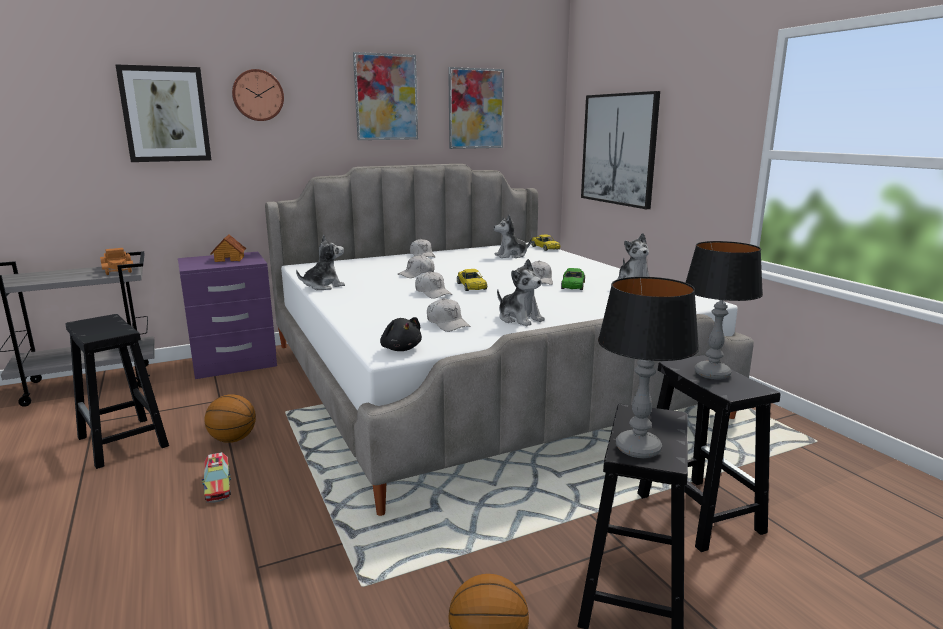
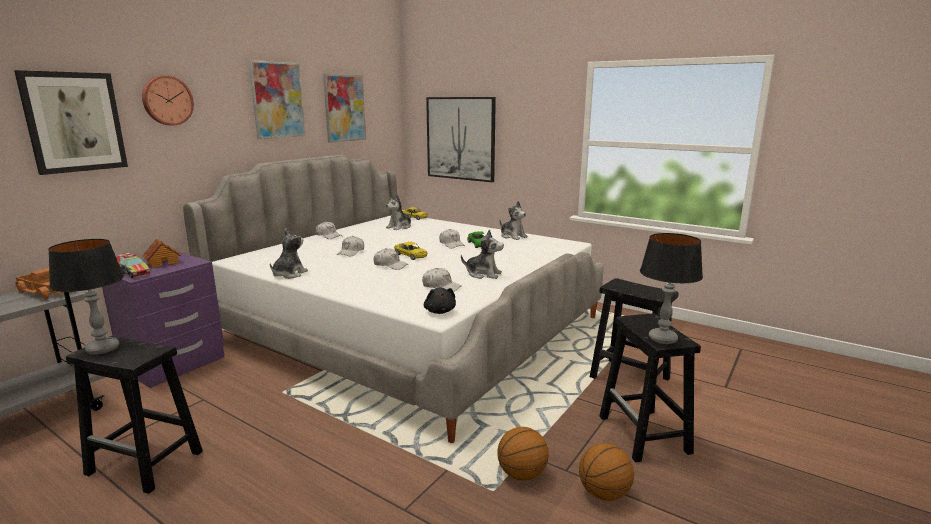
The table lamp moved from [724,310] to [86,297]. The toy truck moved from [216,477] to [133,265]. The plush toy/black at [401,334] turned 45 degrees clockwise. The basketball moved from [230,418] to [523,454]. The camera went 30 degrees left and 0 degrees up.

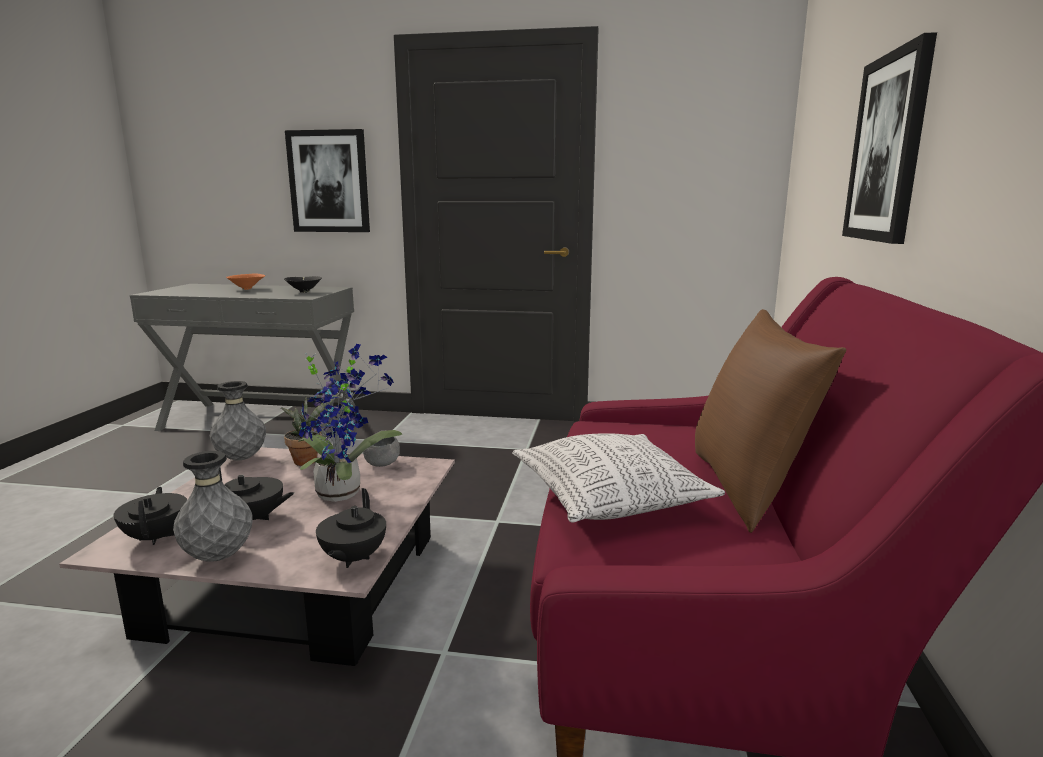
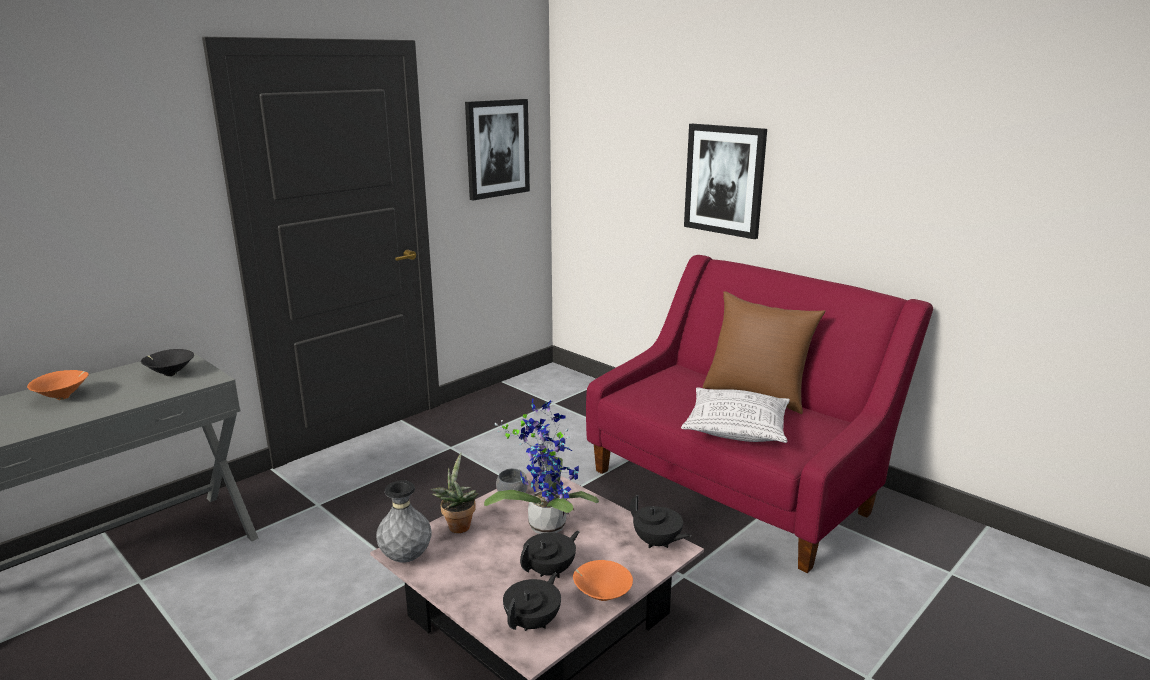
The picture moved from [327,180] to [497,149]. The teapot/black at [150,516] turned 105 degrees clockwise. The vase/grey at [213,506] was replaced by the bowl/orange at [603,580]. The camera went 55 degrees left and 5 degrees up.

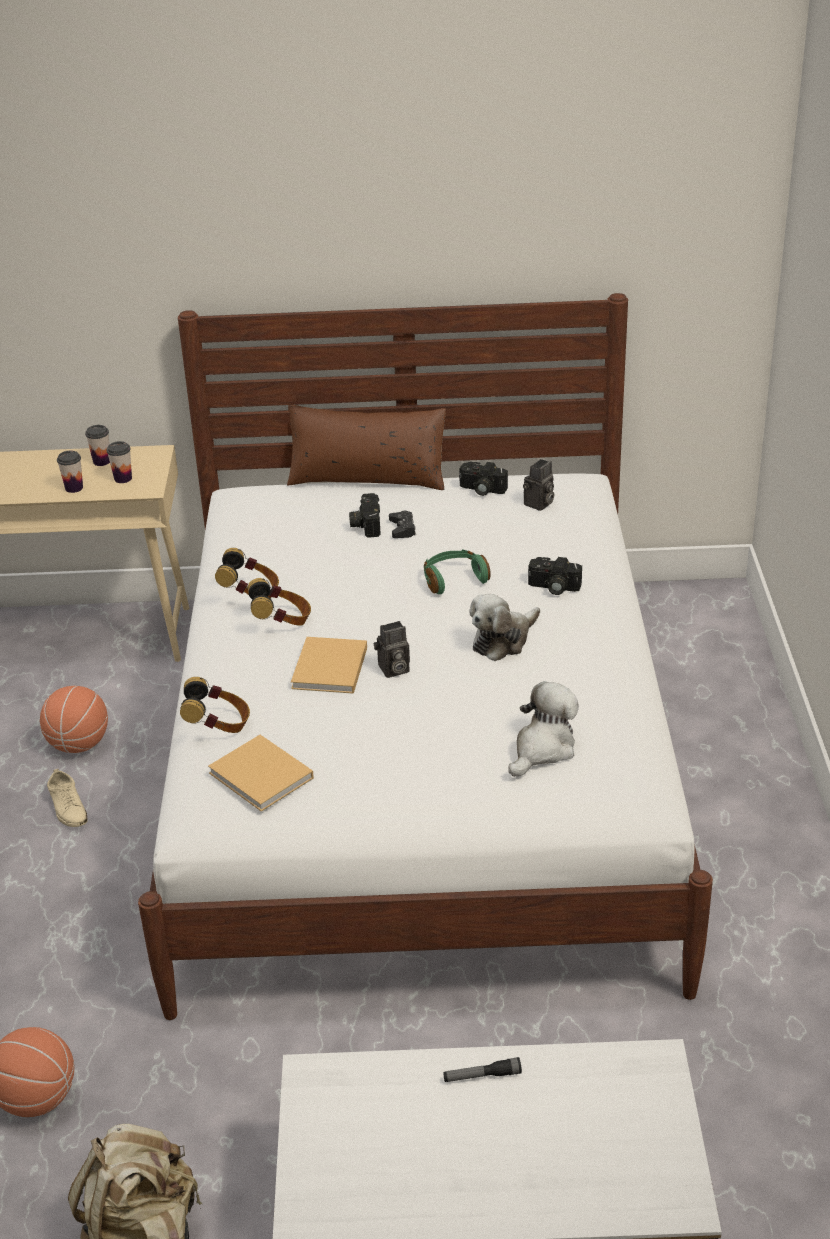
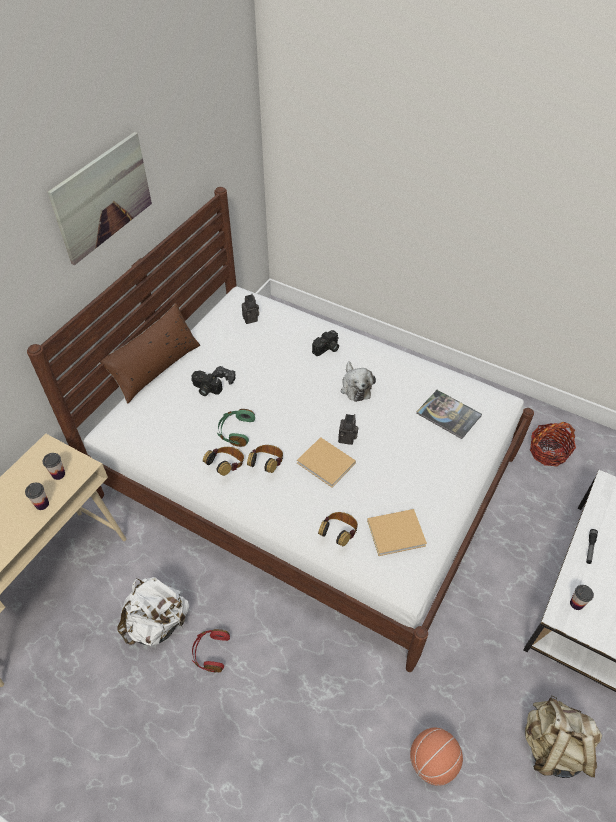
The picture at [100,198] appeared. The basketball at [74,719] was replaced by the backpack/white at [153,611]. The shoe/beige at [67,798] was replaced by the headphones/red at [211,650]. The headphones/green moved from [457,572] to [236,428]. The plush toy at [543,729] was replaced by the book at [449,414]. The basket at [553,444] appeared. The cup moved from [97,445] to [582,597]. The photo camera at [483,479] disappeared. The camera went 60 degrees left and 15 degrees up.

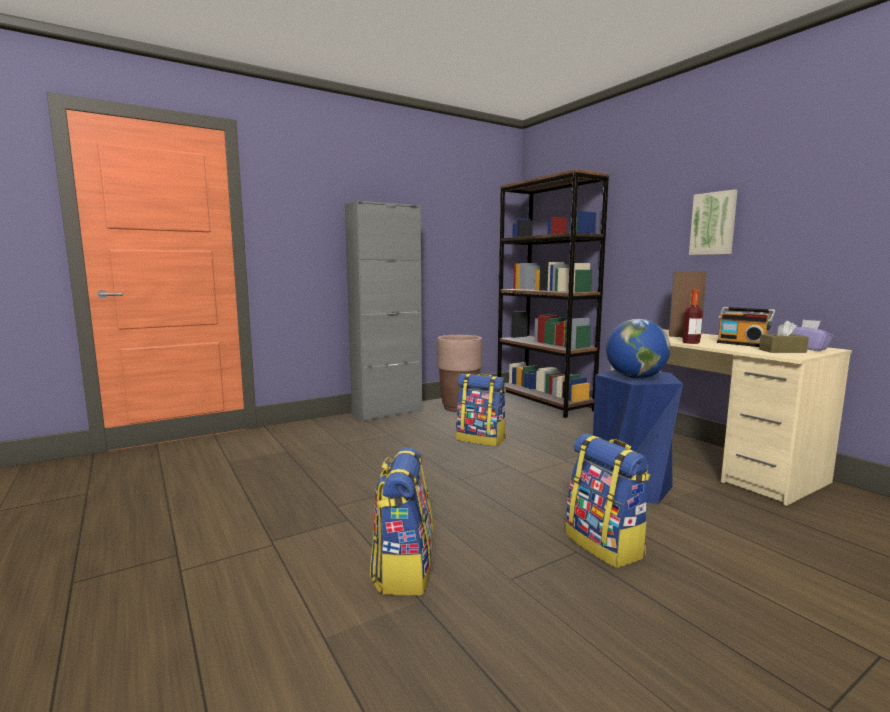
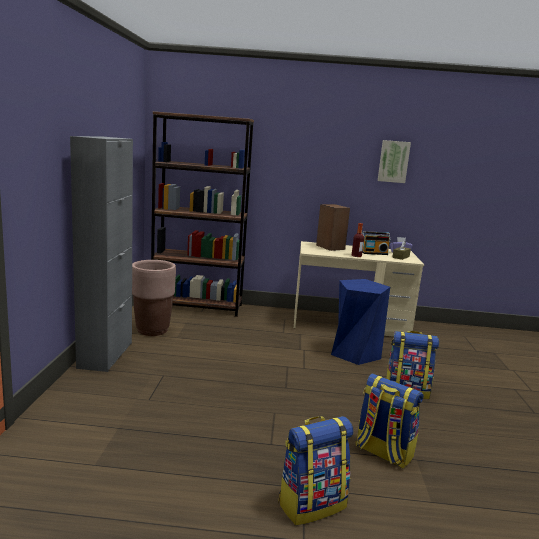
The backpack moved from [481,410] to [315,470]. The picture moved from [713,222] to [394,161]. The globe at [638,349] disappeared. The camera went 55 degrees left and 5 degrees up.

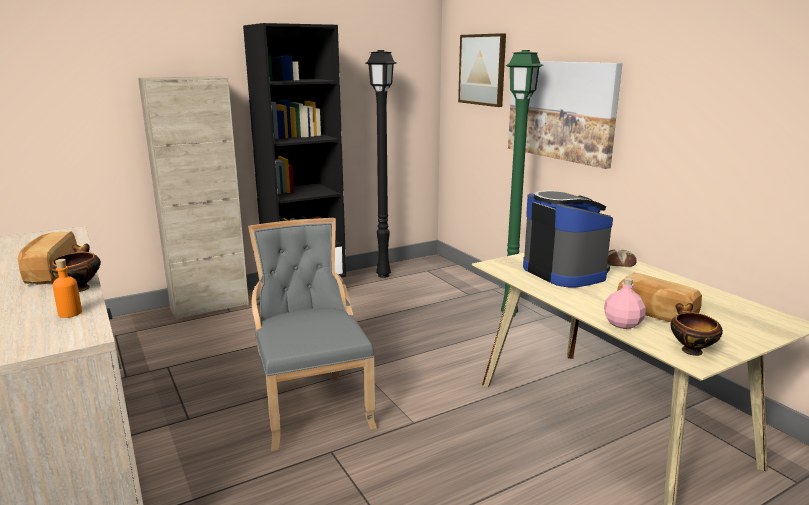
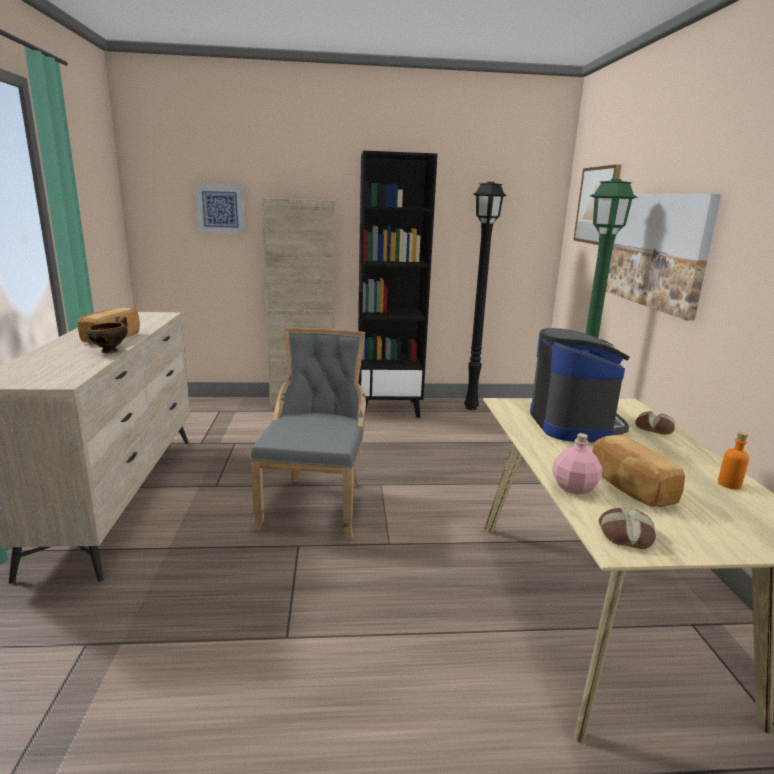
The picture at [219,209] appeared. The bowl at [697,329] was replaced by the bread at [627,528]. The bottle/orange moved from [67,288] to [733,460]. The camera went 25 degrees right and 0 degrees up.

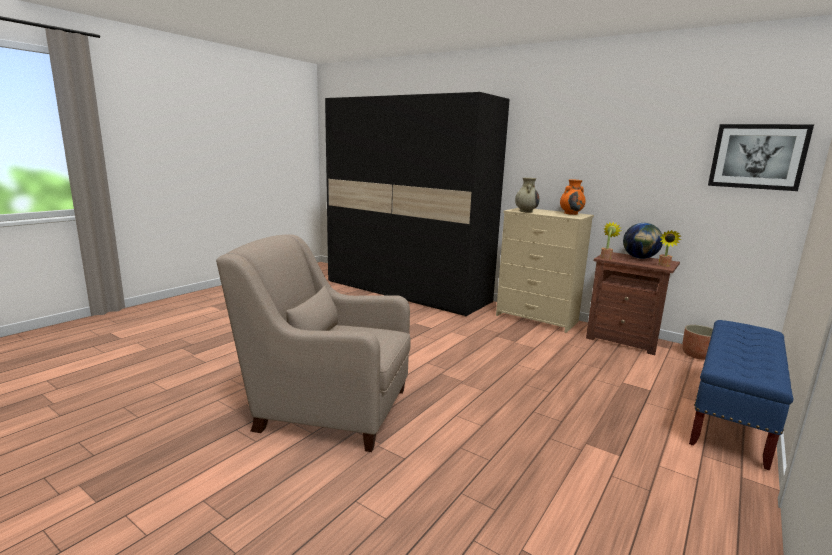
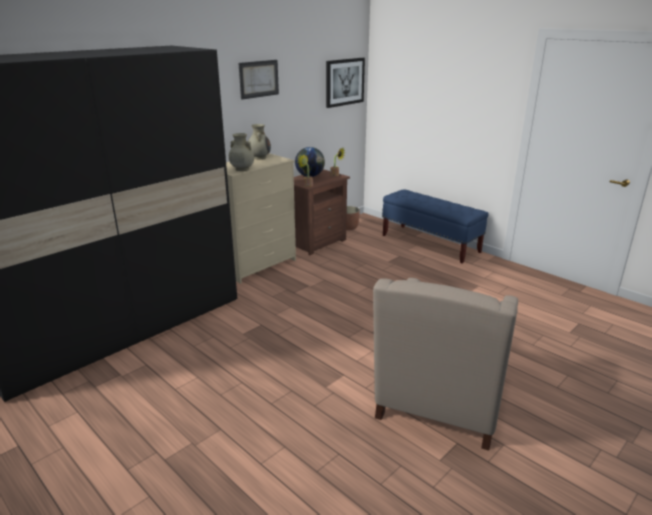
The picture at [259,79] appeared. The vase/orange at [573,197] became the vase/beige at [260,141]. The camera went 80 degrees left and 10 degrees up.

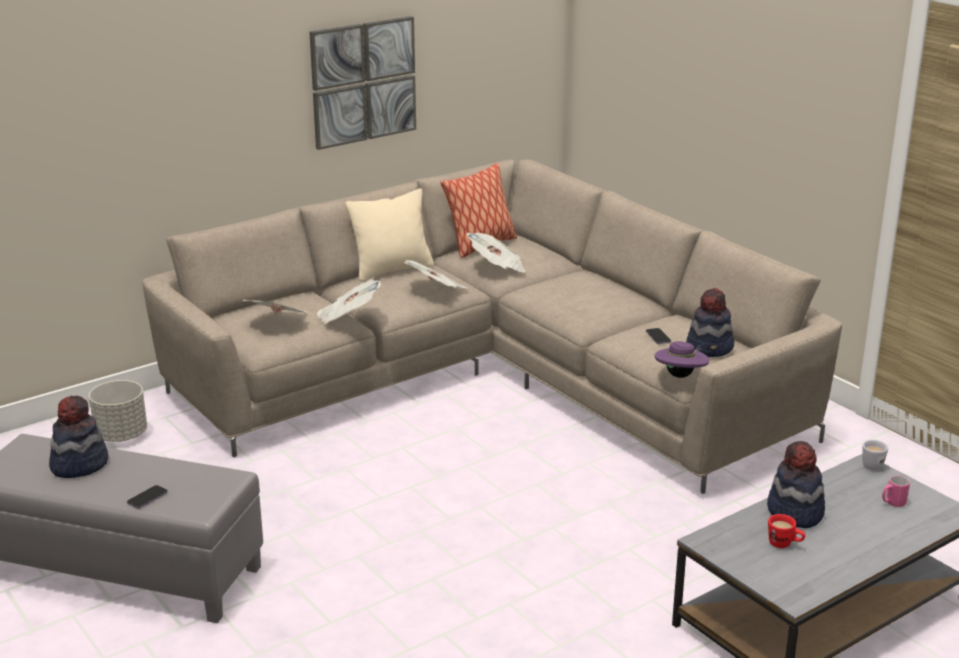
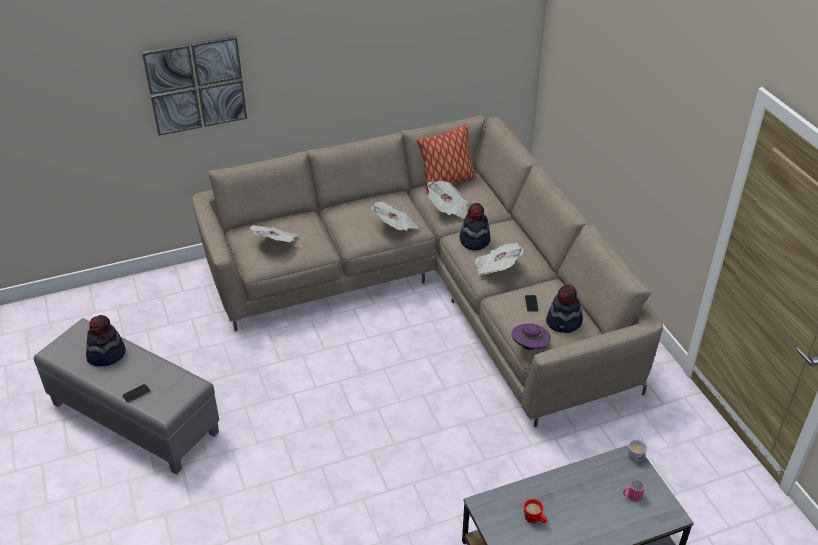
The picture moved from [363,83] to [194,86]. The hat moved from [796,484] to [475,227]. The newspaper moved from [349,301] to [499,259]. The planter/grey at [118,411] disappeared. The pillow/beige at [390,234] disappeared. The camera went 15 degrees right and 15 degrees up.

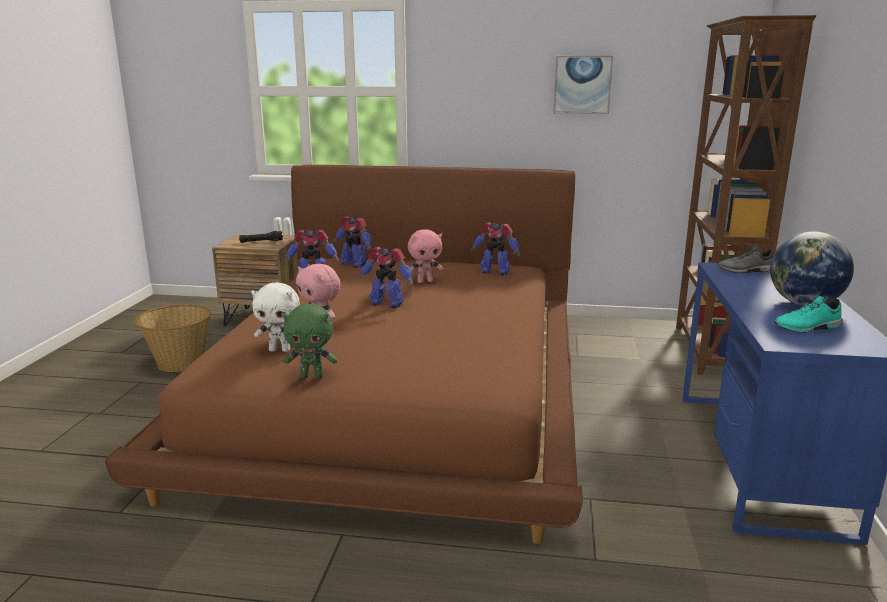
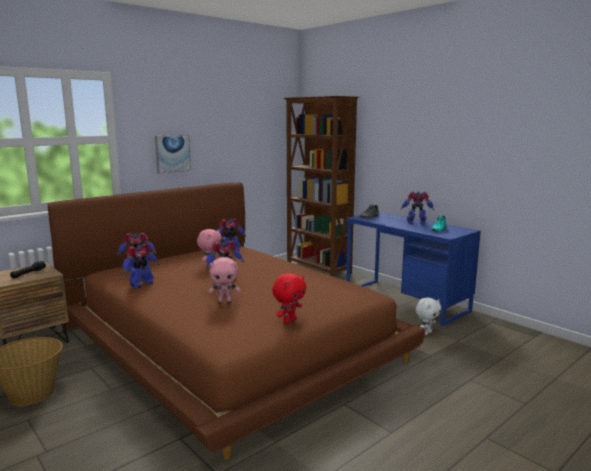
The picture moved from [583,85] to [173,154]. The plush toy/green at [310,341] became the plush toy/red at [289,298]. The globe at [812,268] was replaced by the toy robot at [417,207]. The plush toy/white moved from [275,317] to [428,316]. The camera went 50 degrees left and 5 degrees down.

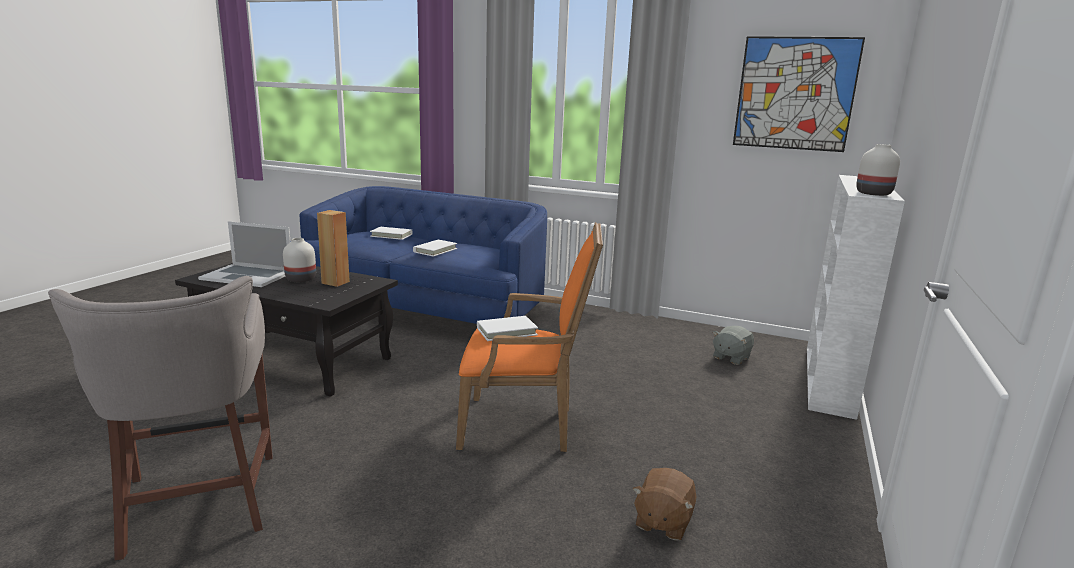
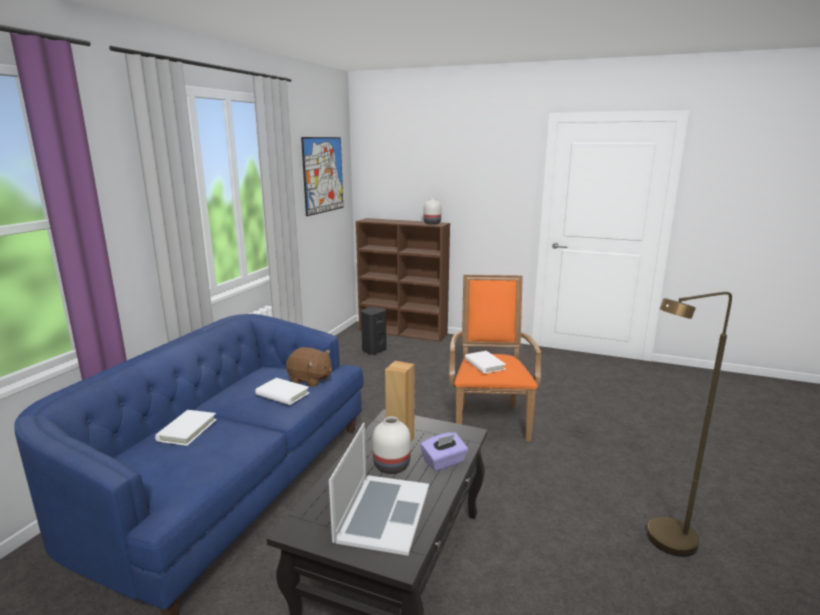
The plush toy/brown moved from [664,504] to [309,367]. The bookcase/white at [856,297] became the bookcase/brown at [403,280]. The plush toy/grey at [733,345] was replaced by the speaker/black at [374,331]. The tissue box/purple at [444,451] appeared. The stool/grey at [160,418] was replaced by the floor lamp/brown at [689,424]. The camera went 90 degrees left and 0 degrees up.

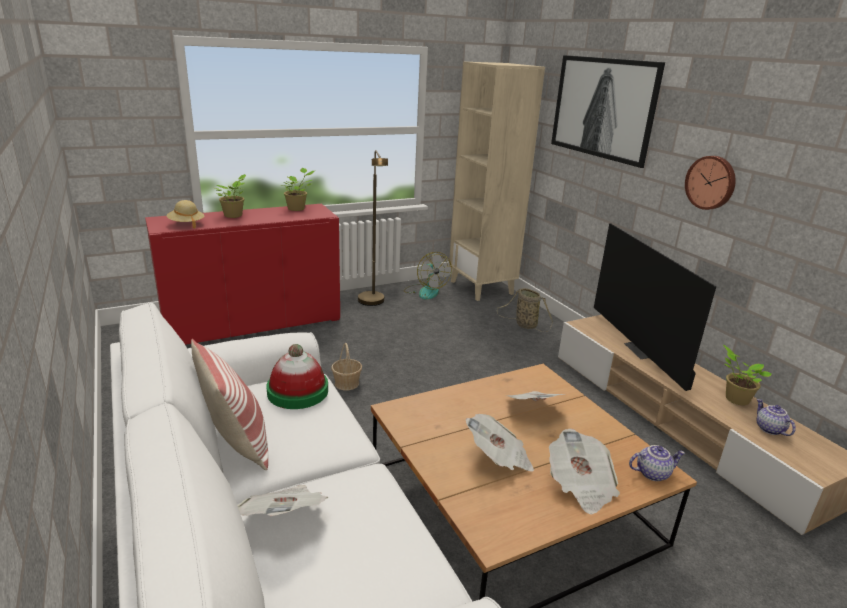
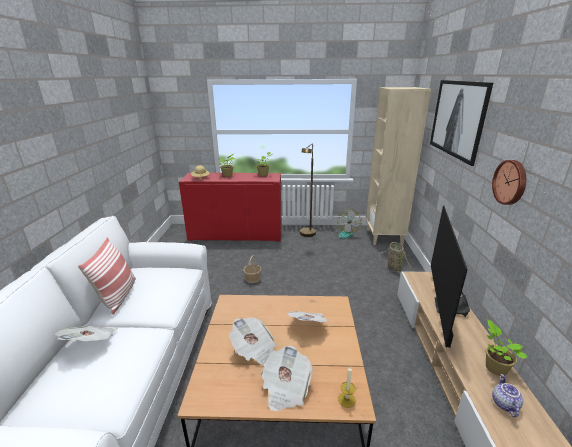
The teapot at [657,463] was replaced by the candle at [346,387]. The hat at [297,376] disappeared. The camera went 30 degrees right and 0 degrees up.

